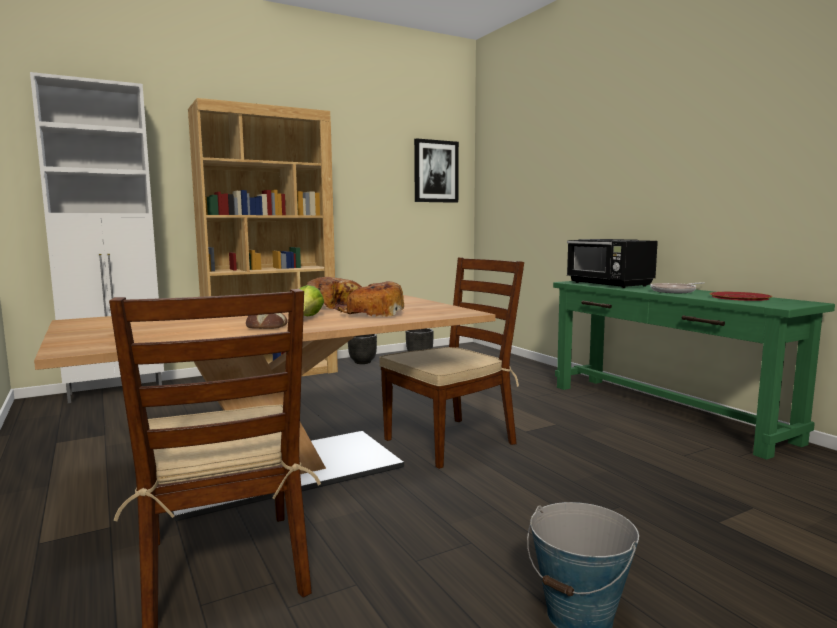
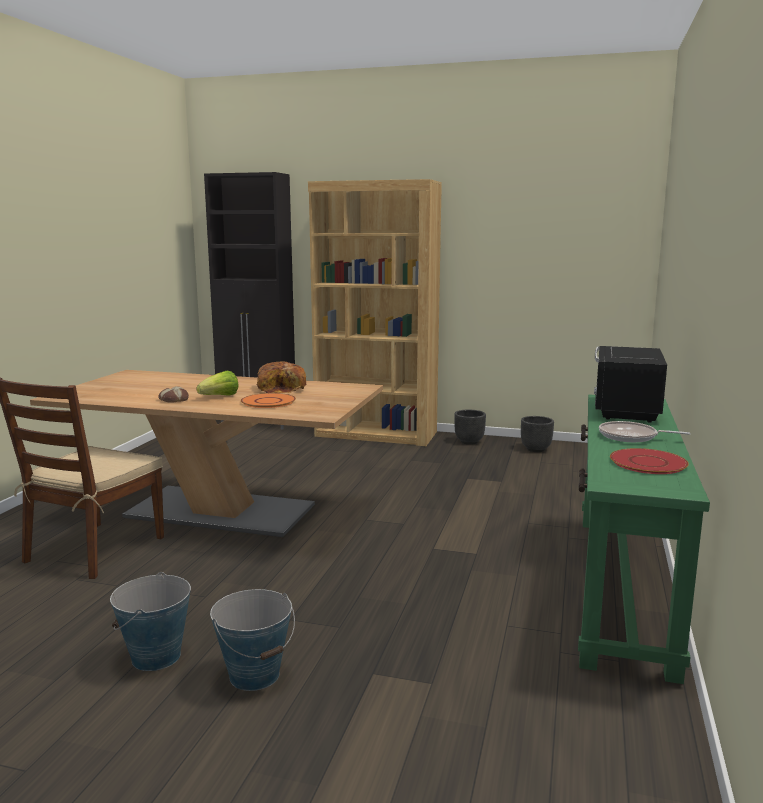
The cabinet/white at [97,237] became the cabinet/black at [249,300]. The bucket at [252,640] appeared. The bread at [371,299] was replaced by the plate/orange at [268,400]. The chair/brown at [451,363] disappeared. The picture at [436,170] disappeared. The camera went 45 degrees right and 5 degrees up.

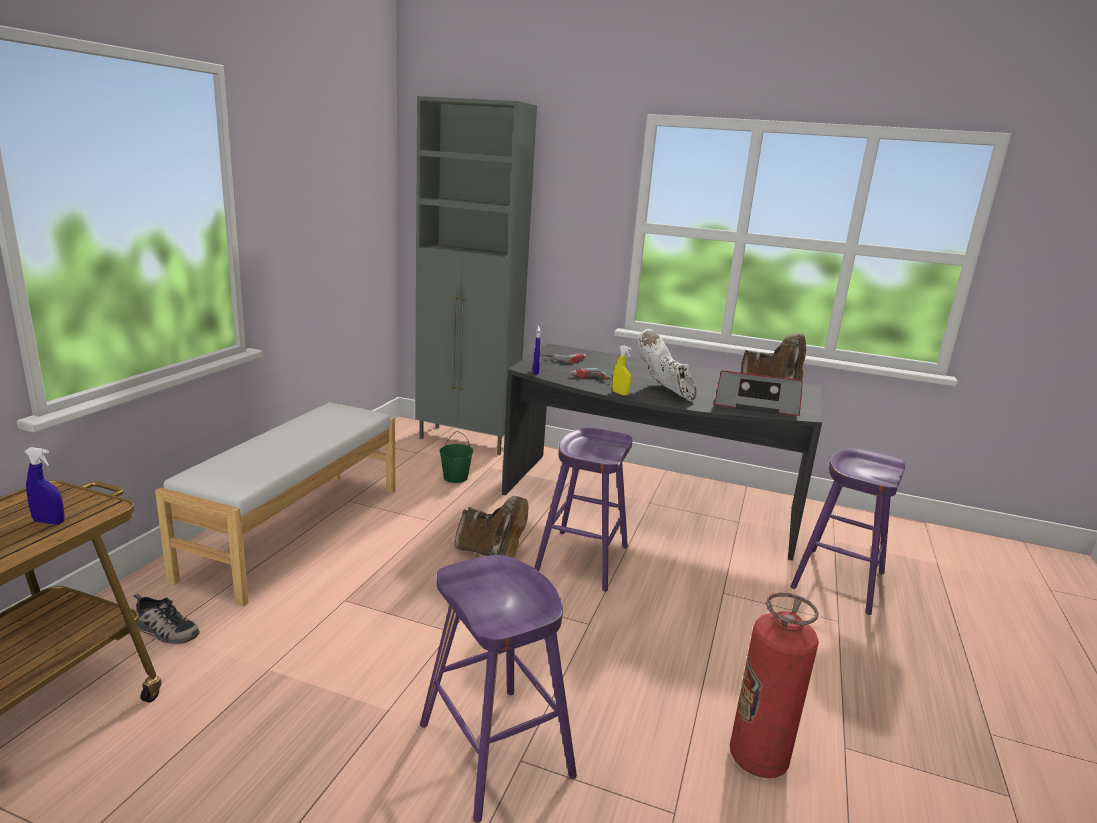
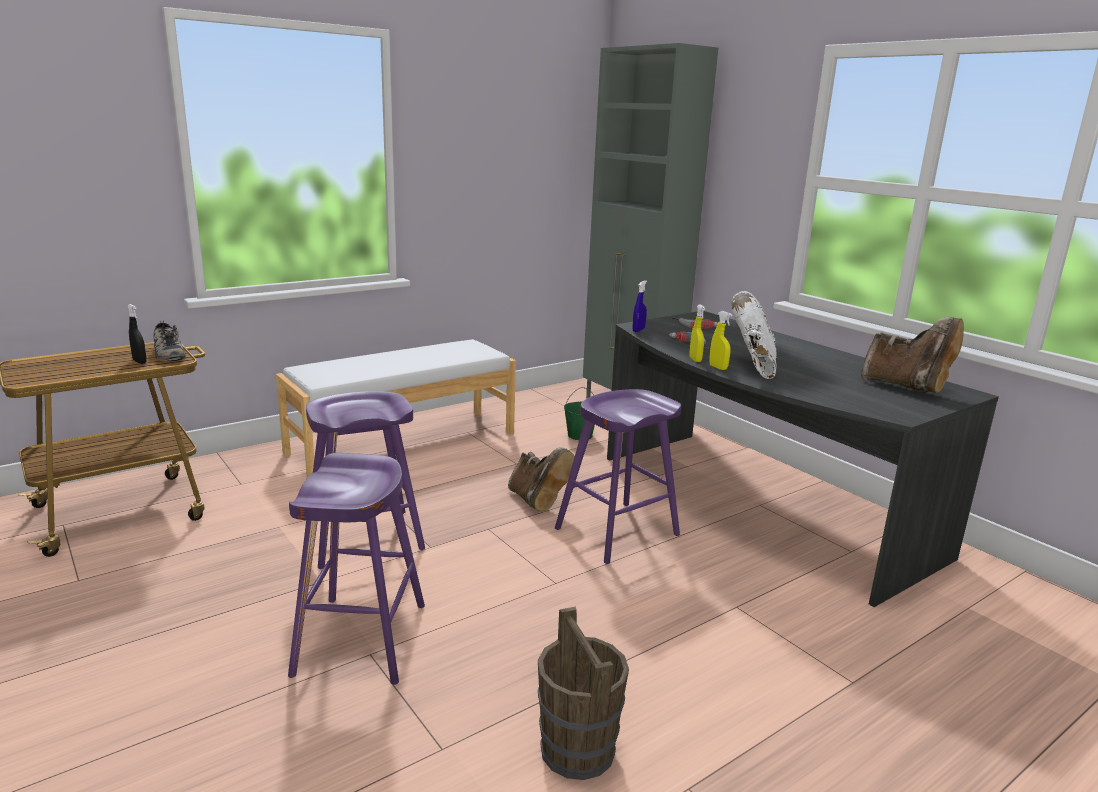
The spray bottle/blue at [44,486] became the spray bottle/black at [137,334]. The shoe moved from [167,619] to [169,340]. The stool/purple moved from [847,531] to [365,480]. The fire extinguisher at [774,685] was replaced by the bucket/brown at [583,693]. The spray bottle/yellow at [720,340] appeared. The radio at [759,393] disappeared. The camera went 35 degrees right and 0 degrees up.

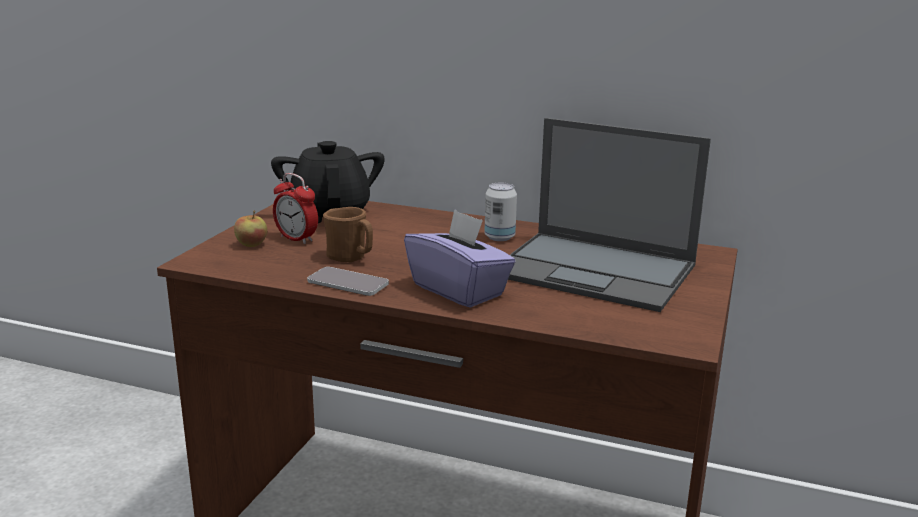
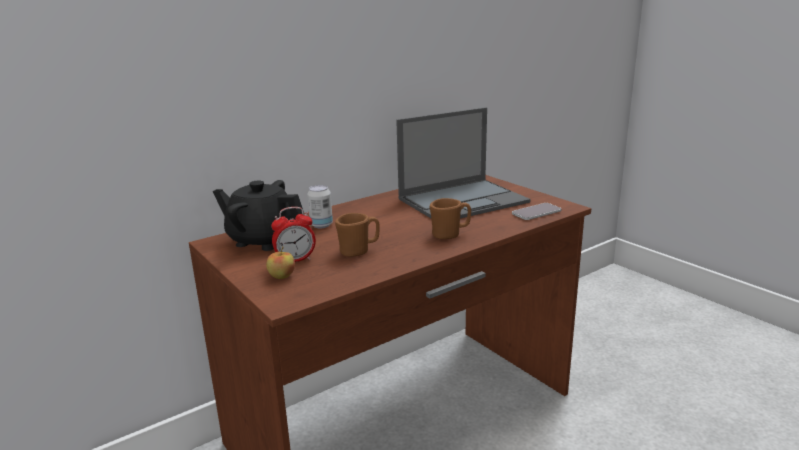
The can moved from [500,212] to [320,206]. The tissue box/purple at [460,258] was replaced by the mug/brown at [450,218]. The phone moved from [348,281] to [537,211]. The camera went 55 degrees left and 0 degrees up.

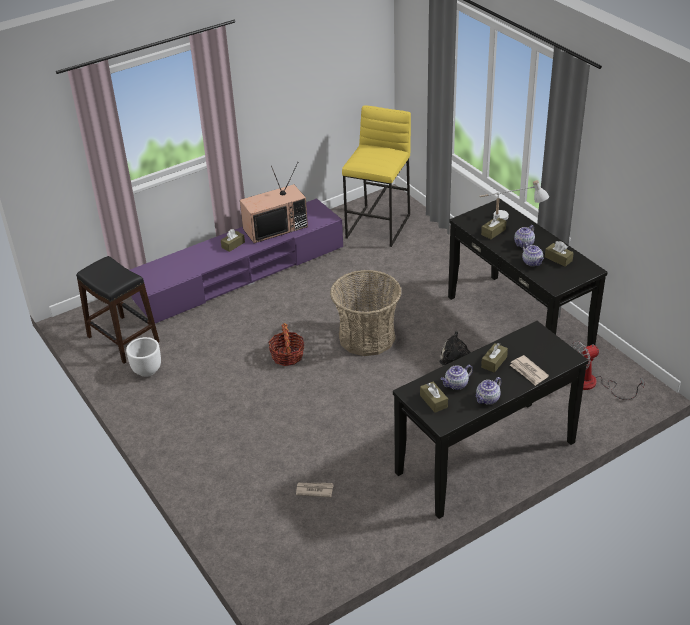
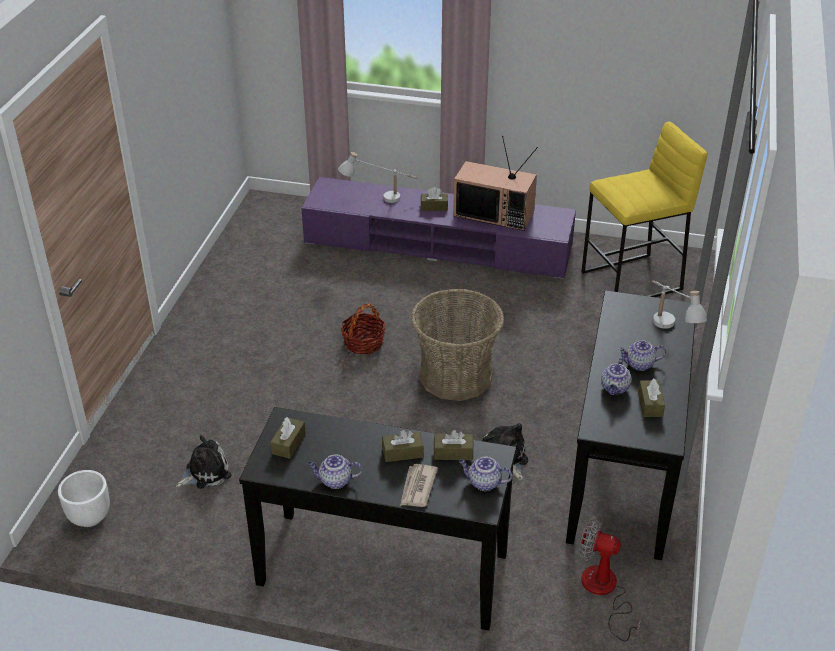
The planter/white moved from [143,357] to [84,498]. The newspaper at [315,489] was replaced by the plush toy at [204,462]. The table lamp/white at [378,177] appeared. The tissue box/brown moved from [493,227] to [454,445]. The teapot moved from [456,377] to [485,474]. The stool/black at [118,310] disappeared. The camera went 45 degrees right and 0 degrees up.

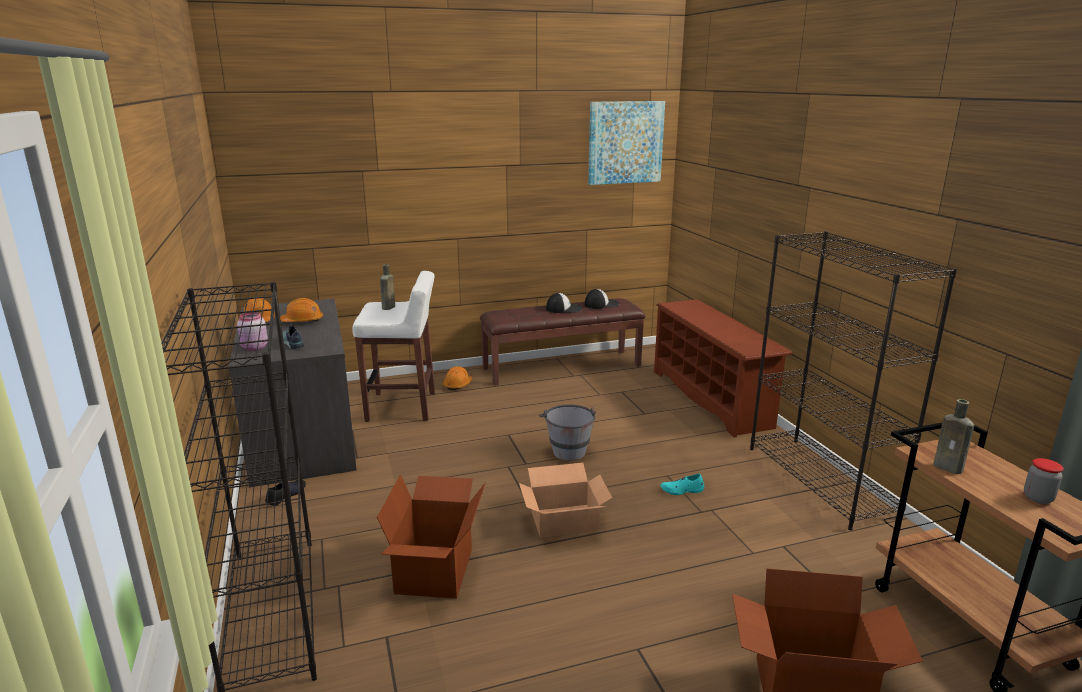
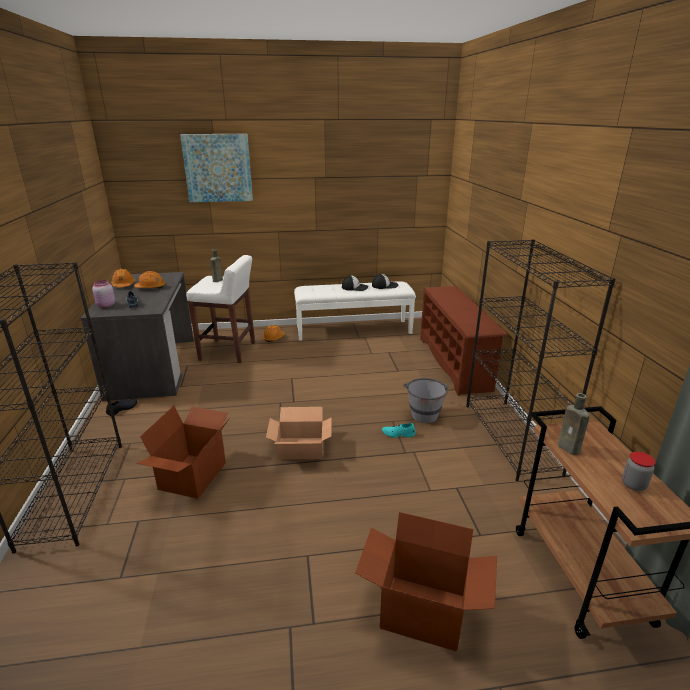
The picture moved from [626,143] to [216,168]. The bench/brown at [562,342] became the bench/white at [355,311]. The bucket/grey moved from [567,432] to [425,400]. The camera went 10 degrees right and 5 degrees up.

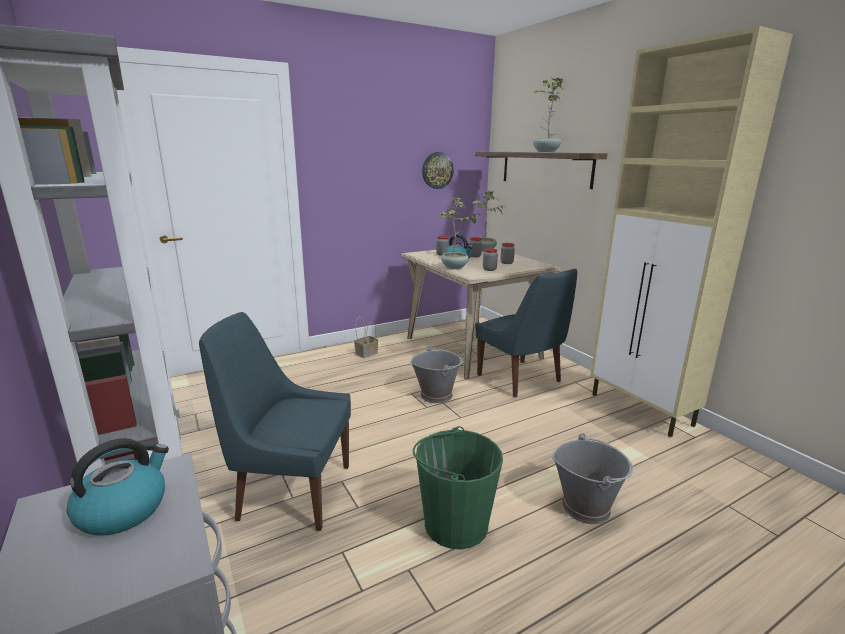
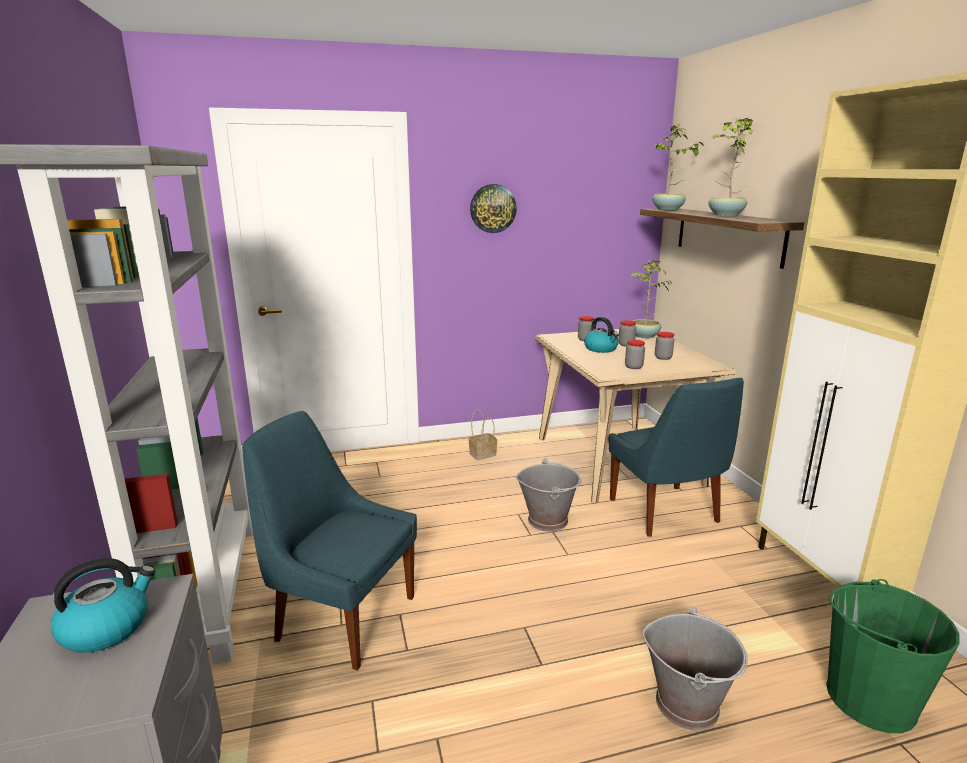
The wall clock moved from [438,170] to [493,208]. The potted plant moved from [459,233] to [678,167]. The bucket/green moved from [458,487] to [893,656]. The camera went 15 degrees right and 0 degrees up.

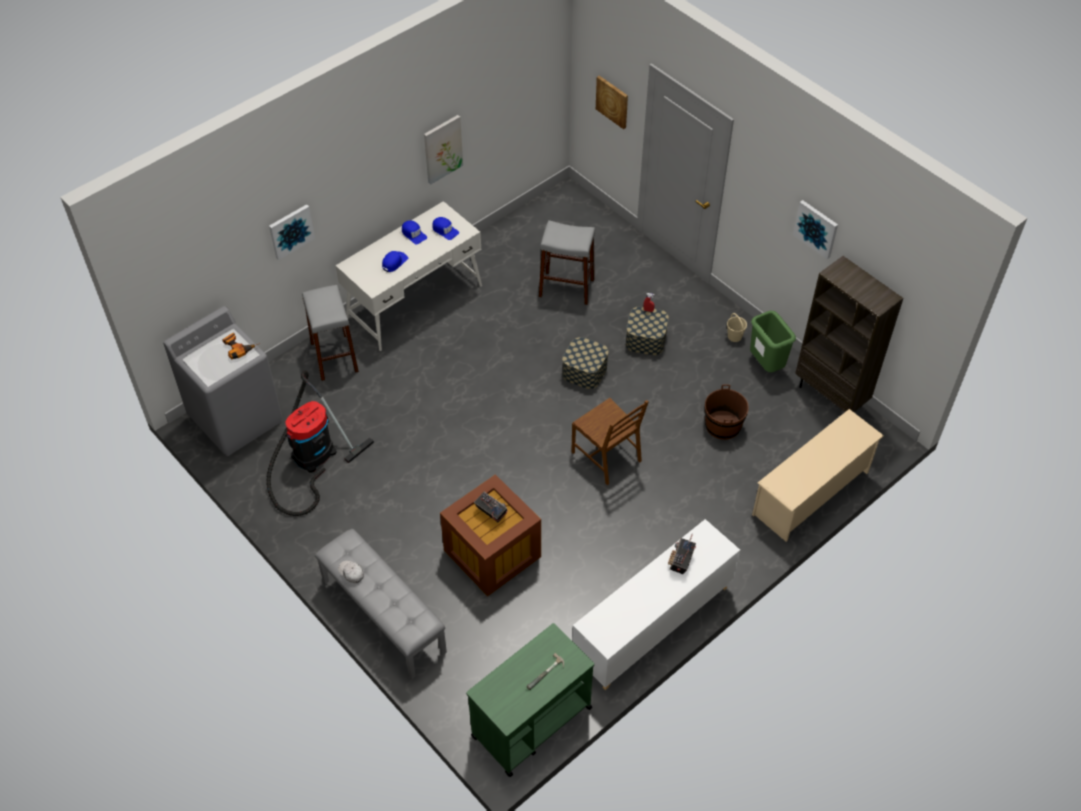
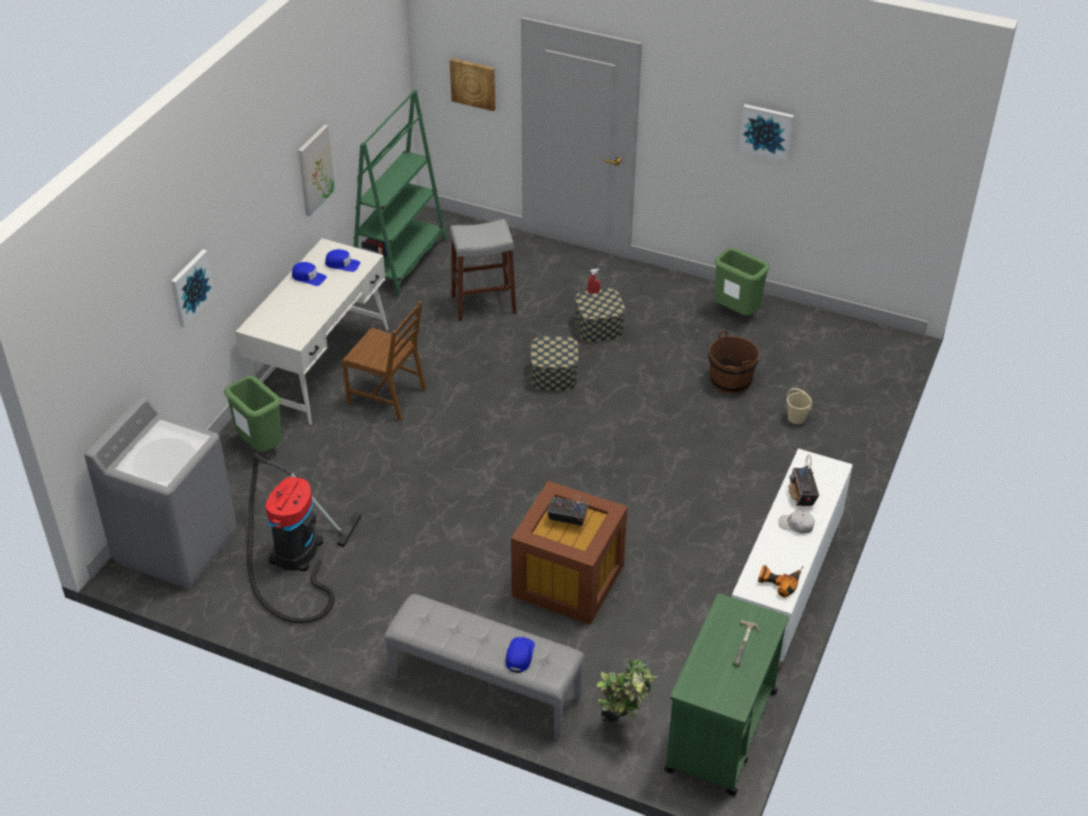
The stool/grey at [330,333] was replaced by the trash can/green at [253,414]. The chair/brown moved from [610,441] to [384,361]. The bookcase/green at [400,193] appeared. The cap/blue moved from [395,261] to [520,655]. The potted plant at [627,690] appeared. The power drill moved from [241,346] to [781,581]. The cap/white moved from [351,572] to [796,522]. The bucket/beige moved from [737,327] to [799,406]. The shoe rack/beige at [818,475] disappeared. The bookcase/brown at [849,334] disappeared. The camera went 25 degrees left and 10 degrees down.

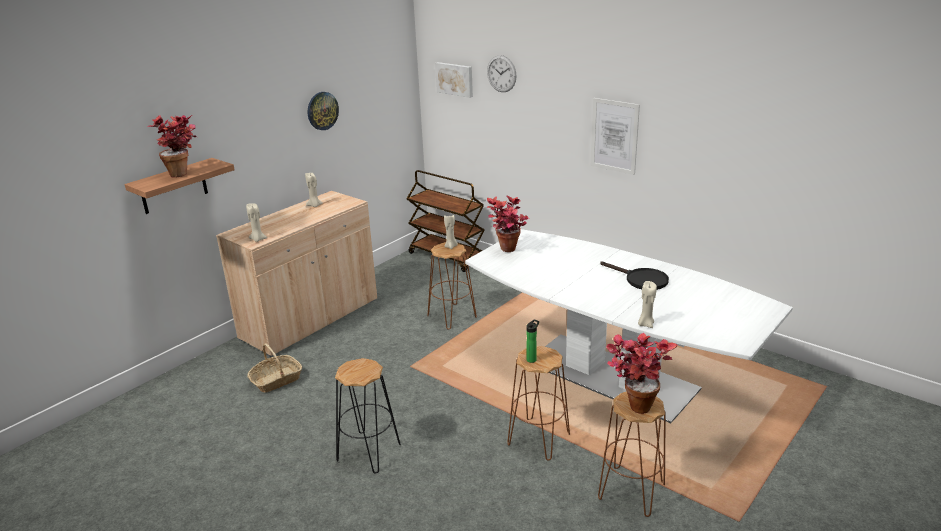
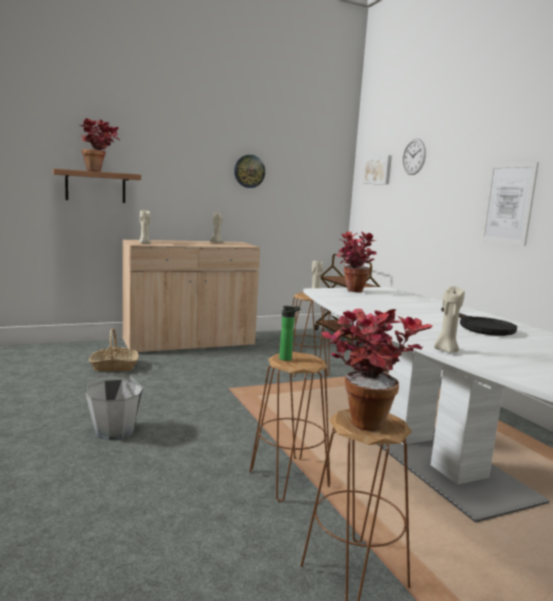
The stool/black at [368,416] was replaced by the bucket/grey at [114,406]. The camera went 25 degrees right and 15 degrees down.

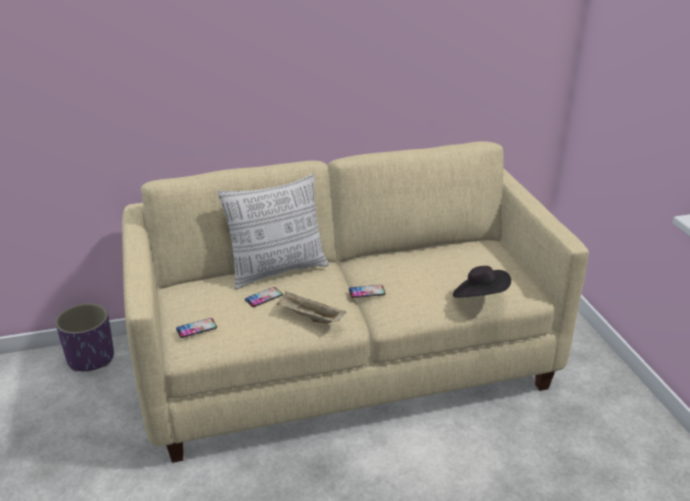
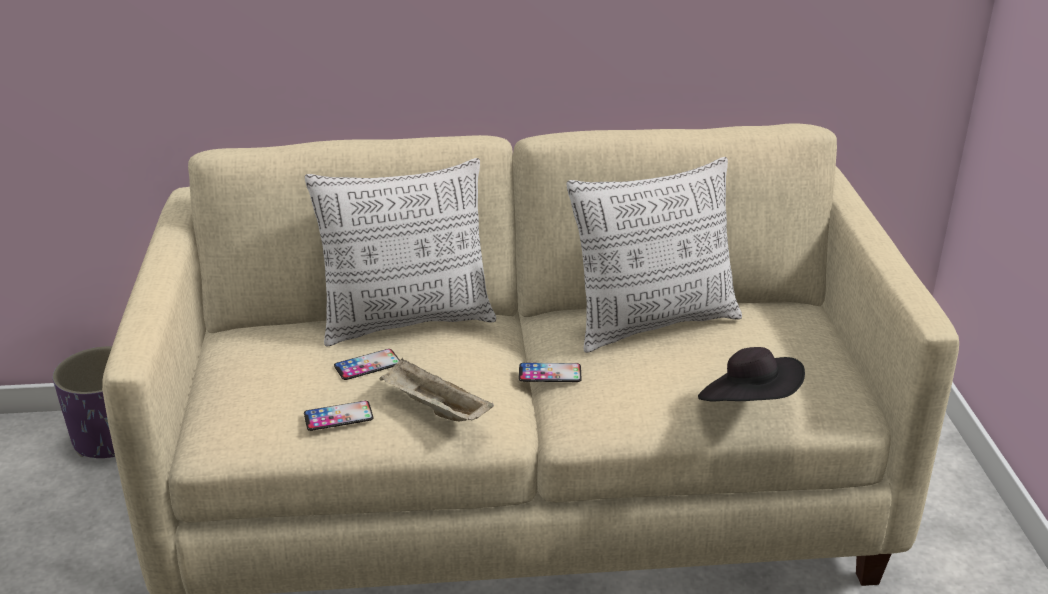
The phone moved from [196,328] to [339,416]. The pillow at [654,255] appeared. The camera went 10 degrees right and 0 degrees up.

